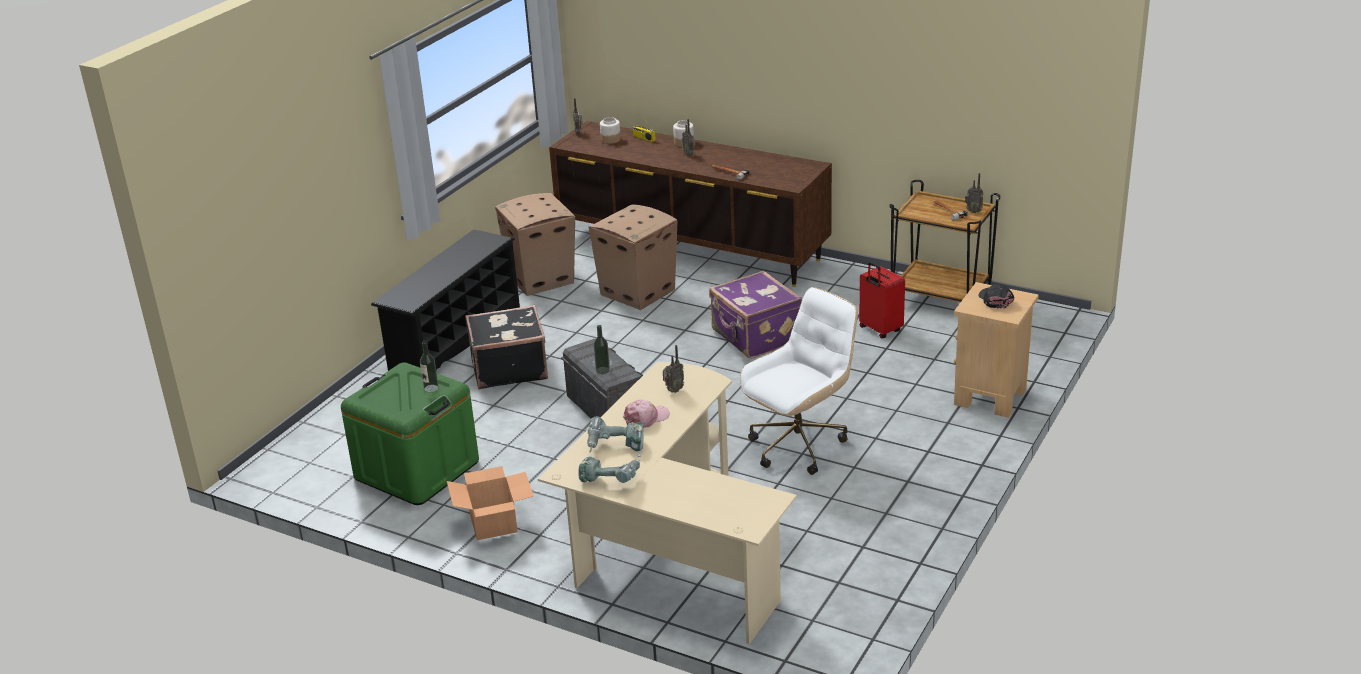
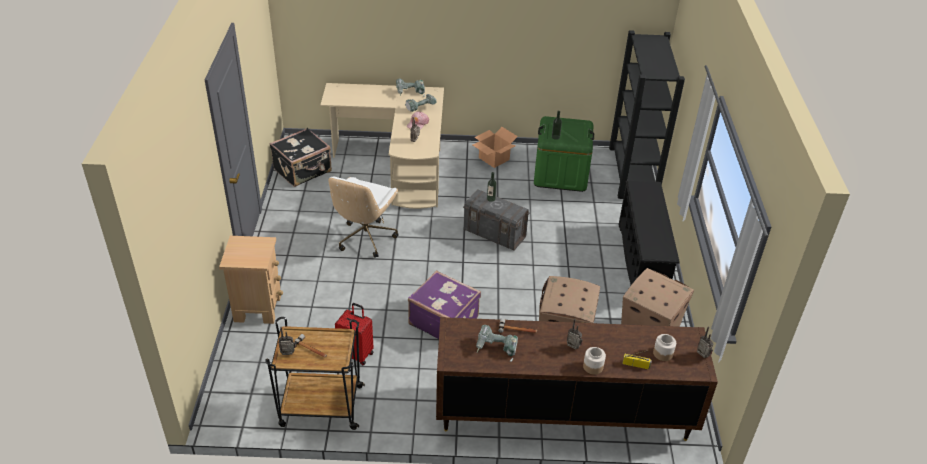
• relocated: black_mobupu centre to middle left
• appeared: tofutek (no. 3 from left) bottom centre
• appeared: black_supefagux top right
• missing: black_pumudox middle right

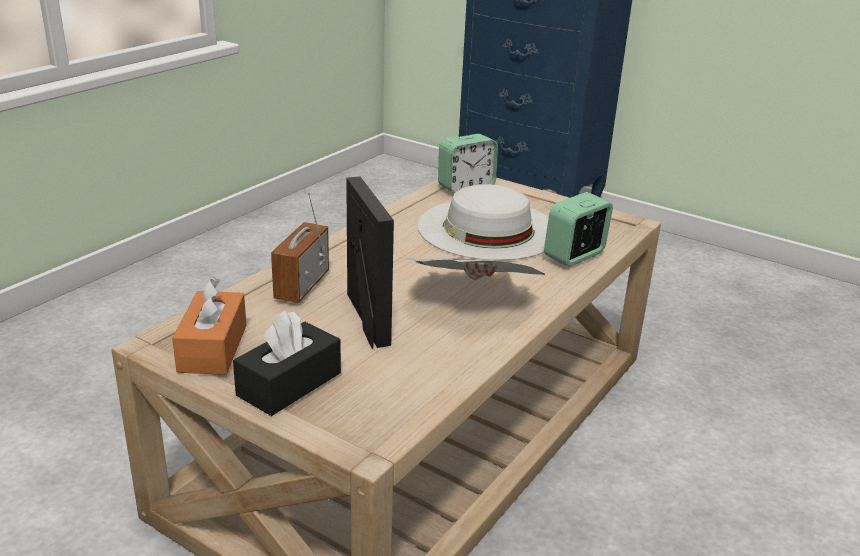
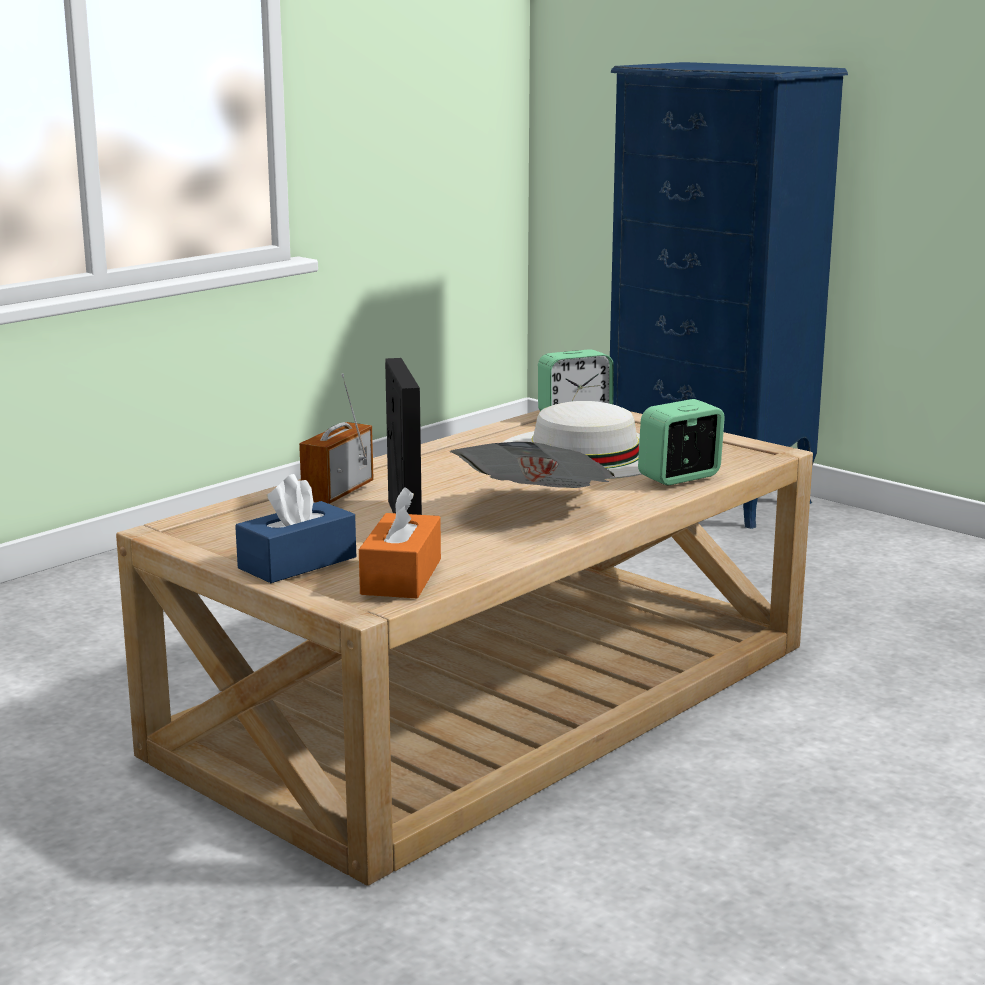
• colour: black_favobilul centre to blue_favobilul middle left
• relocated: orange_favobilul middle left to centre

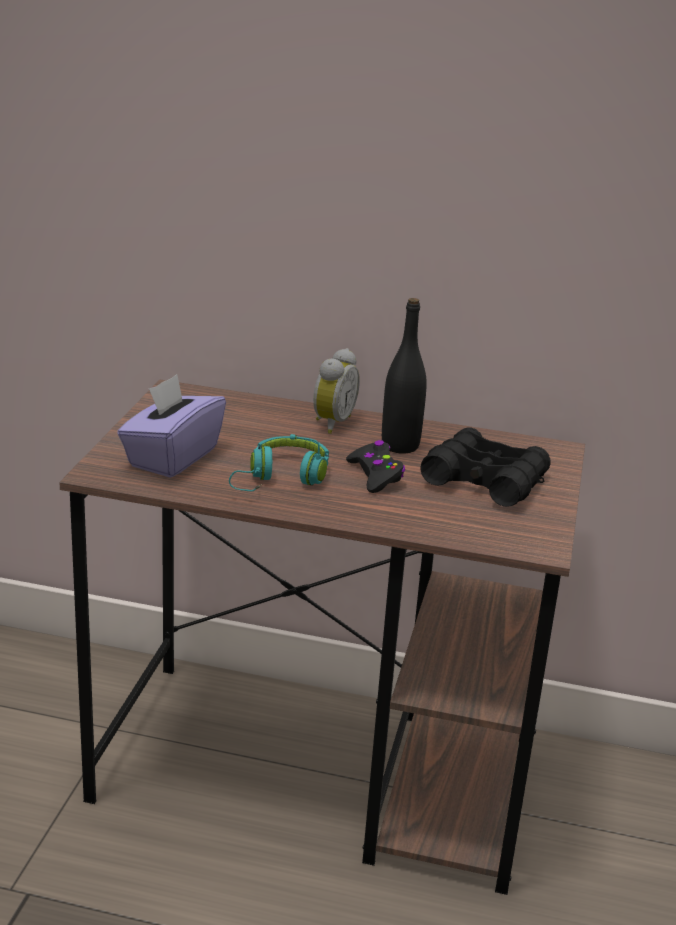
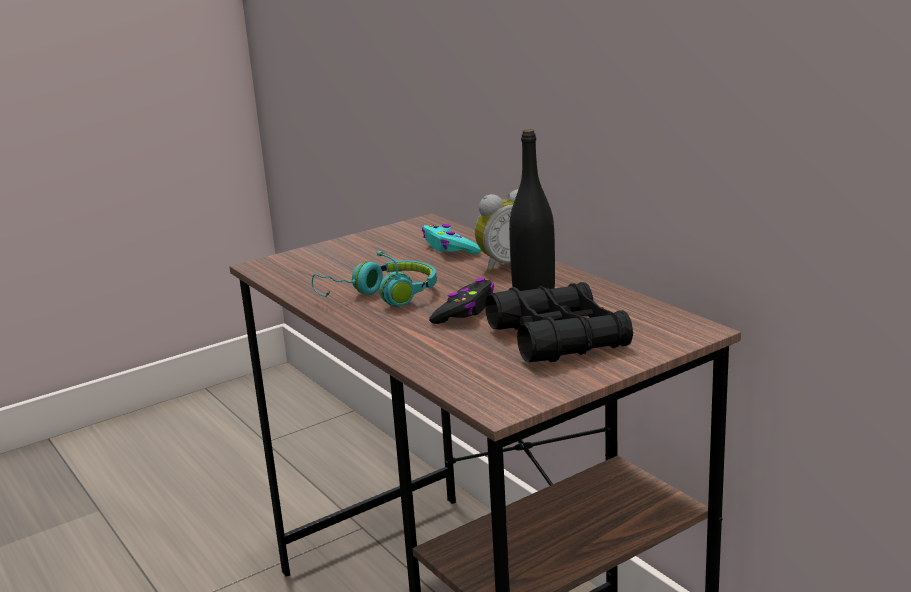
• appeared: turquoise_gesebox centre
• missing: purple_favobilul middle left

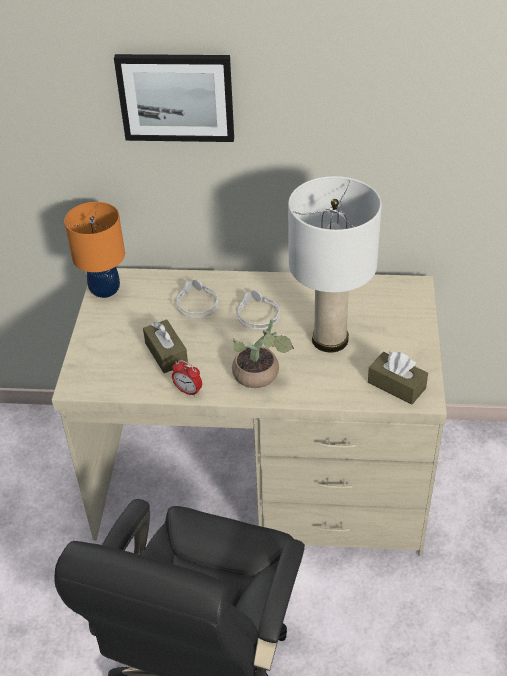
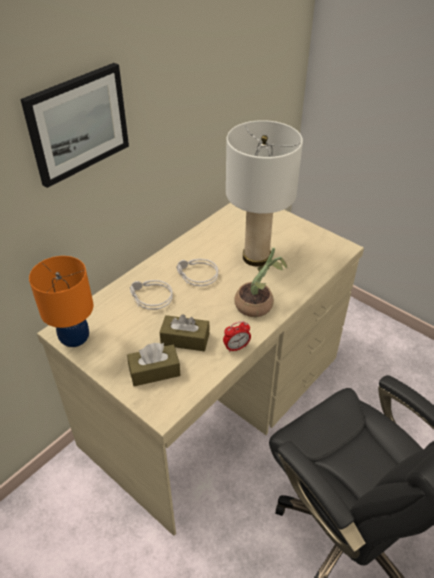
• relocated: brown_favobilul (no. 2 from left in the first image) middle right to brown_favobilul (no. 1 from left) centre

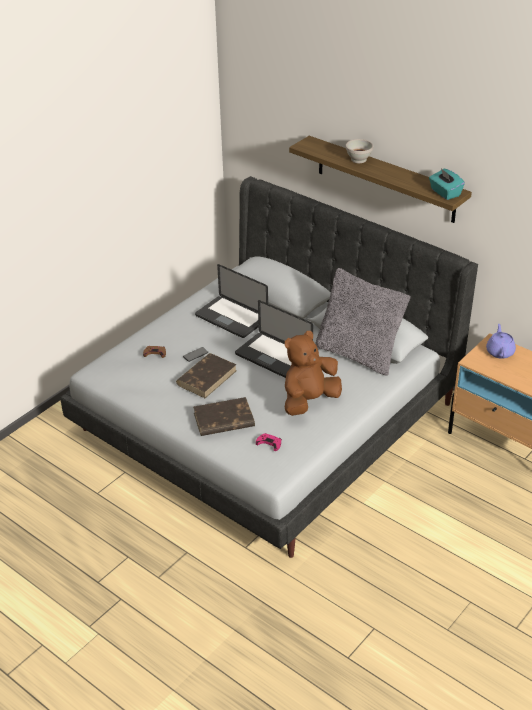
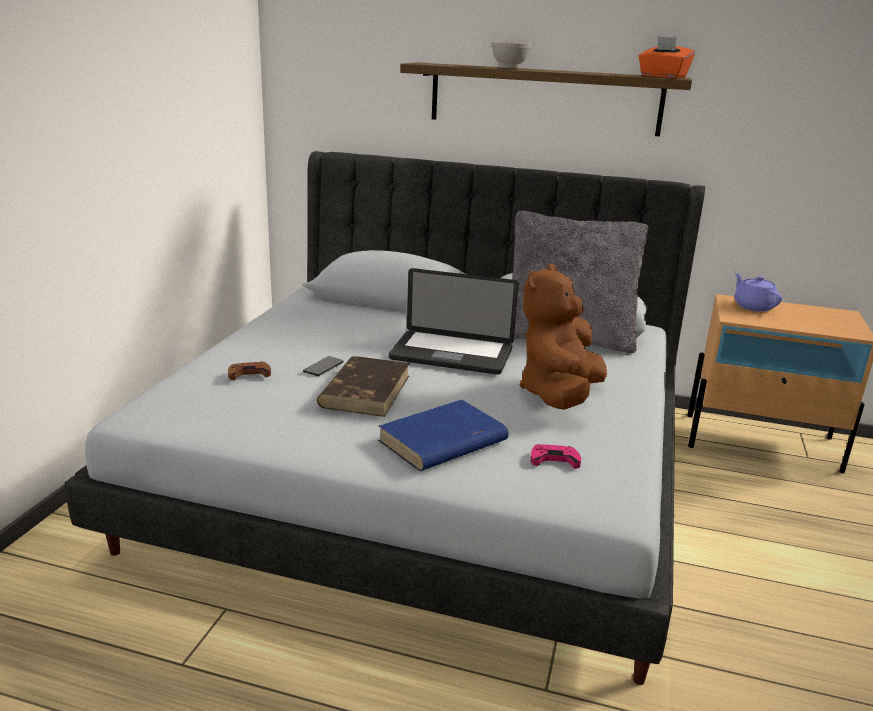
• colour: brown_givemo (no. 2 from left) centre to blue_givemo centre
• colour: turquoise_favobilul top right to orange_favobilul top right
• missing: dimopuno (no. 1 from left) centre

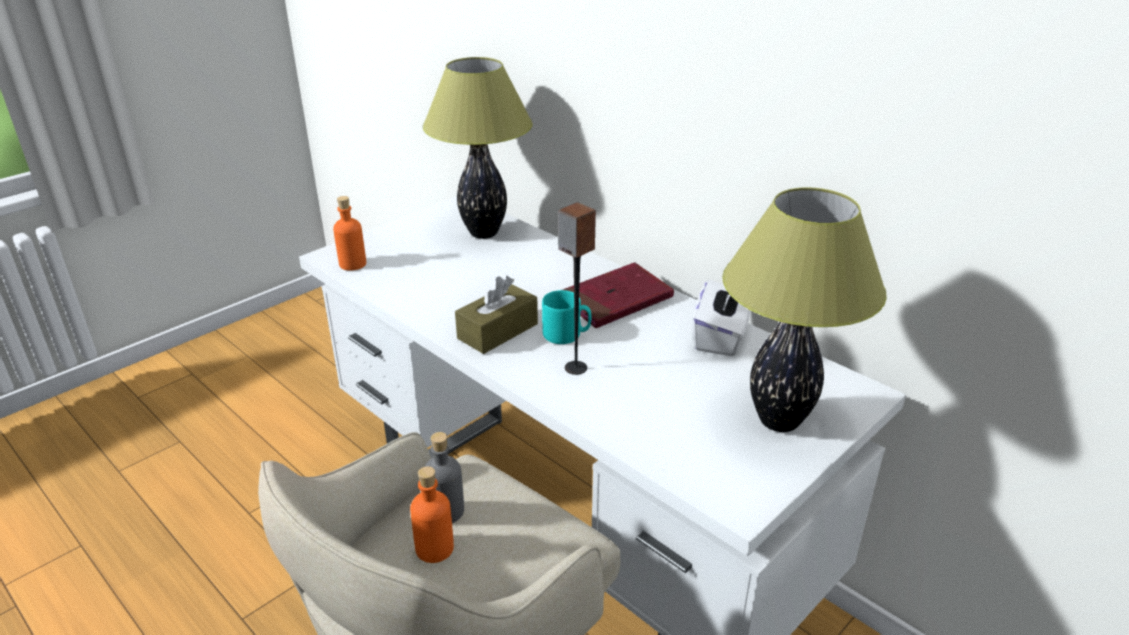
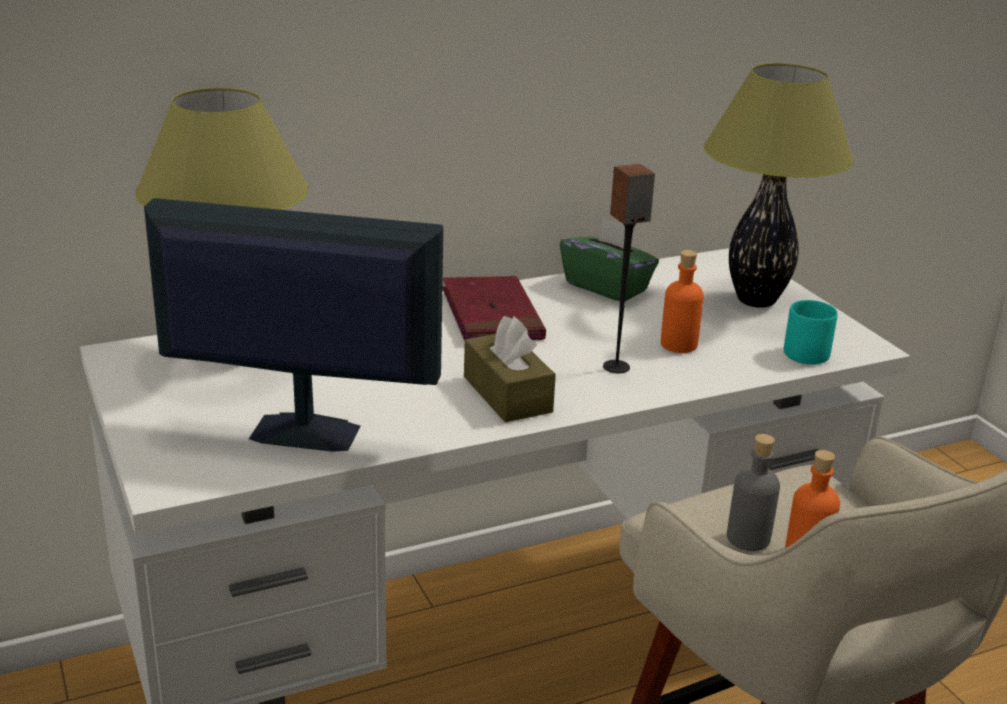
• appeared: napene middle left
• colour: white_favobilul centre to green_favobilul centre
• relocated: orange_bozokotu (no. 1 from left) middle left to middle right
• relocated: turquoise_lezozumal centre to middle right

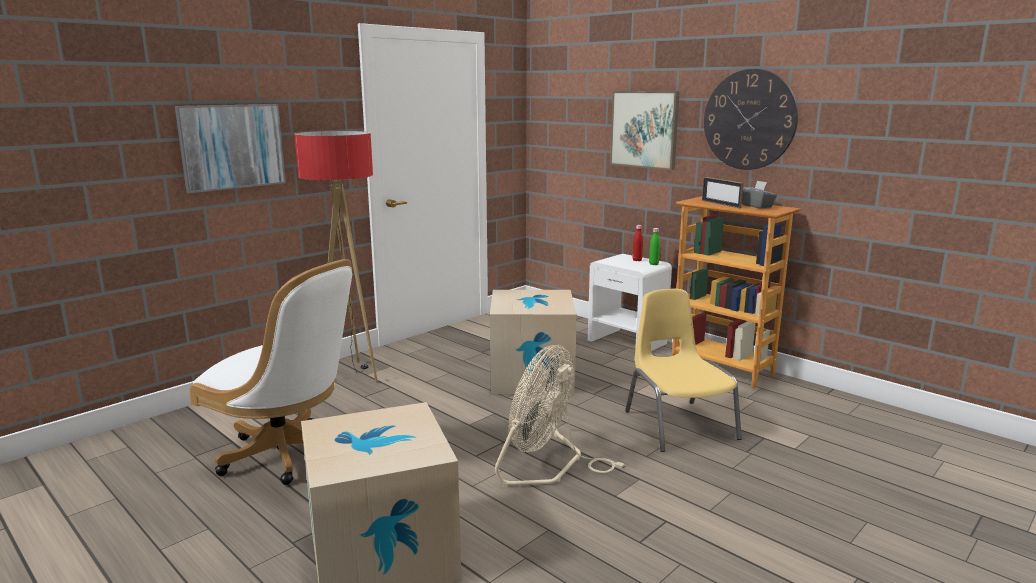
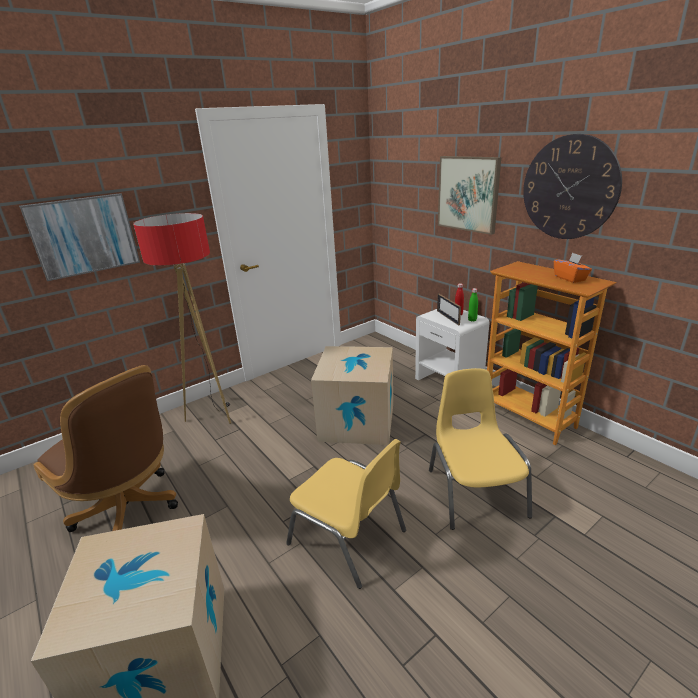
• colour: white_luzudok middle left to brown_luzudok middle left
• exchanged: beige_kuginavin bottom centre to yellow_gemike (no. 1 from left) bottom centre
• relocated: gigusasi top right to centre
• colour: grey_favobilul top right to orange_favobilul middle right

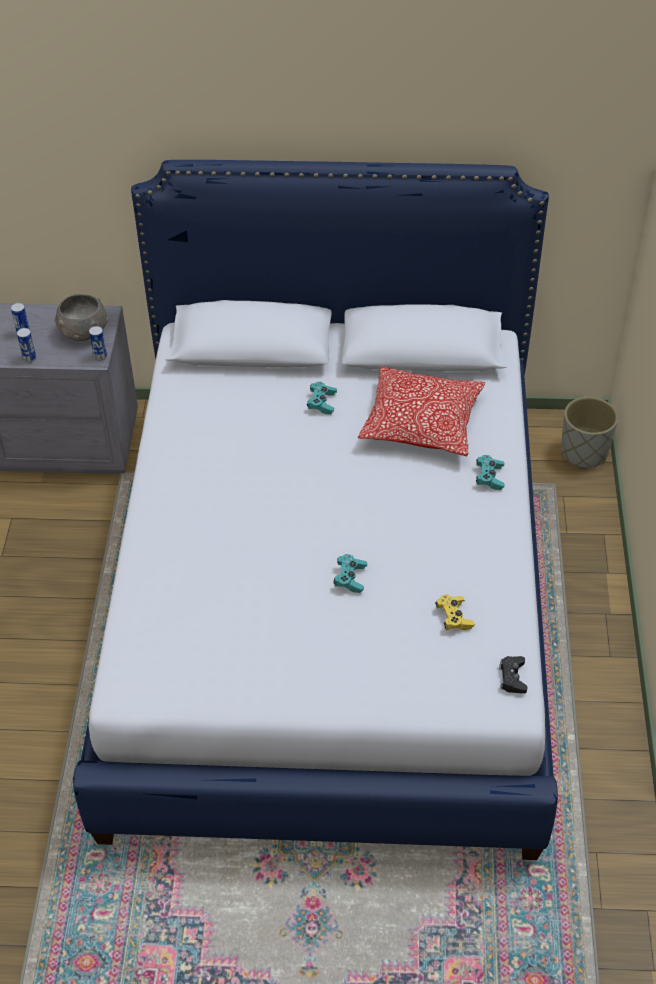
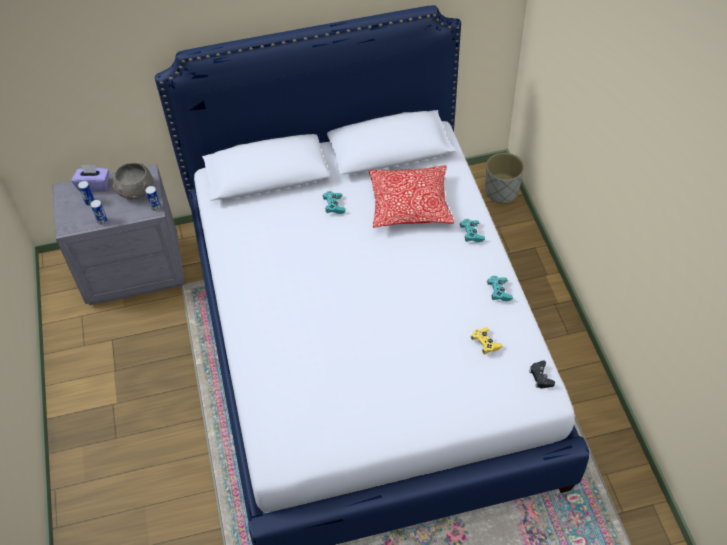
• appeared: purple_favobilul top left
• relocated: turquoise_gesebox (no. 2 from left in the first image) centre to turquoise_gesebox (no. 3 from left) middle right

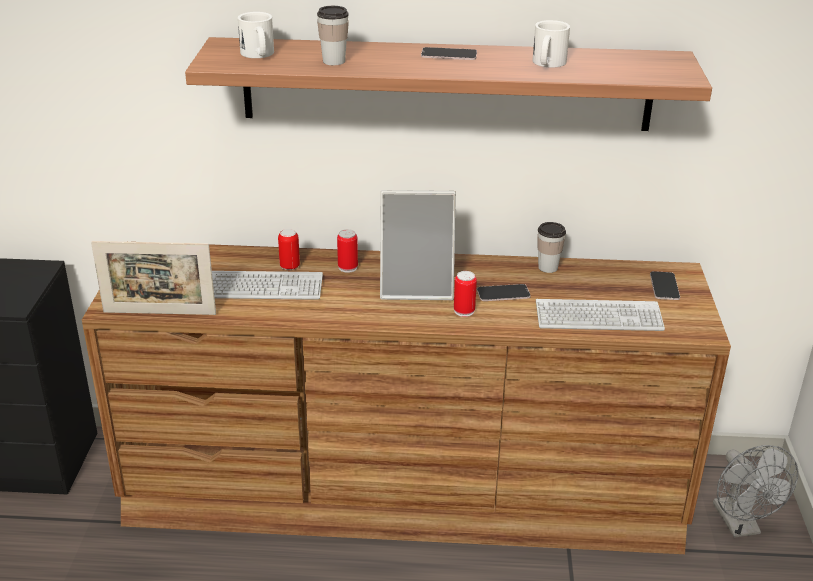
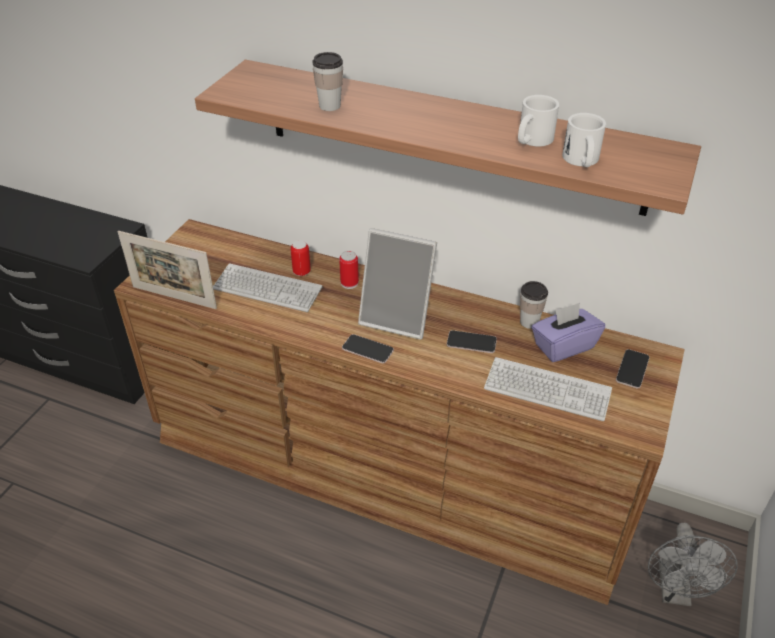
• relocated: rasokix (no. 1 from left) top centre to centre
• appeared: purple_favobilul middle right
• relocated: white_lezozumal (no. 1 from left in the first image) top left to white_lezozumal (no. 2 from left) top right
• missing: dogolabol (no. 3 from left) centre

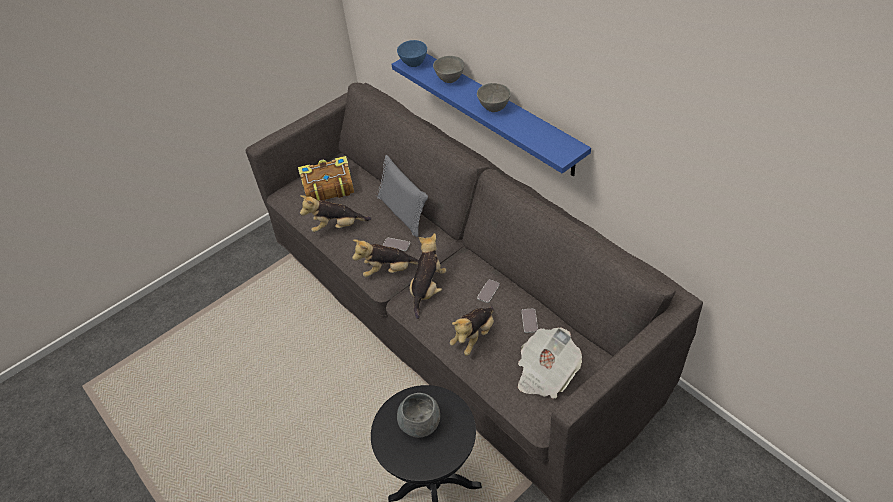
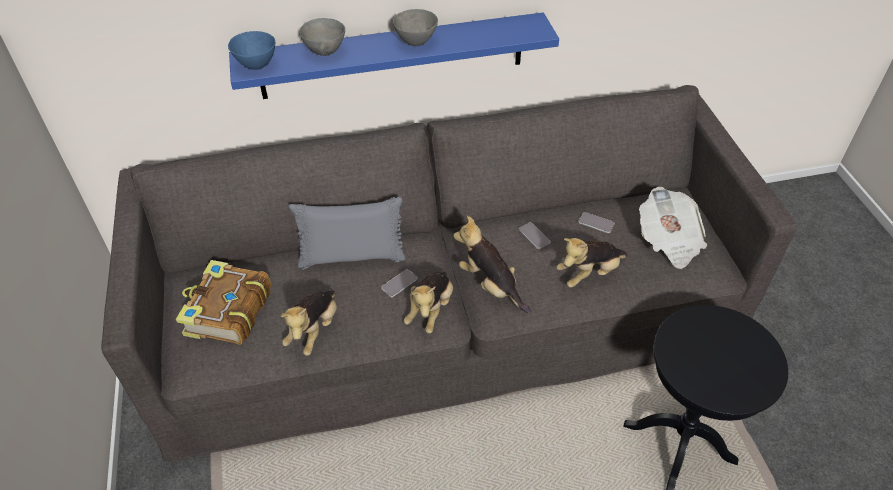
• spun: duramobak (no. 4 from left) centre = centre 90 degrees clockwise
• missing: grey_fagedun (no. 1 from left) bottom centre

